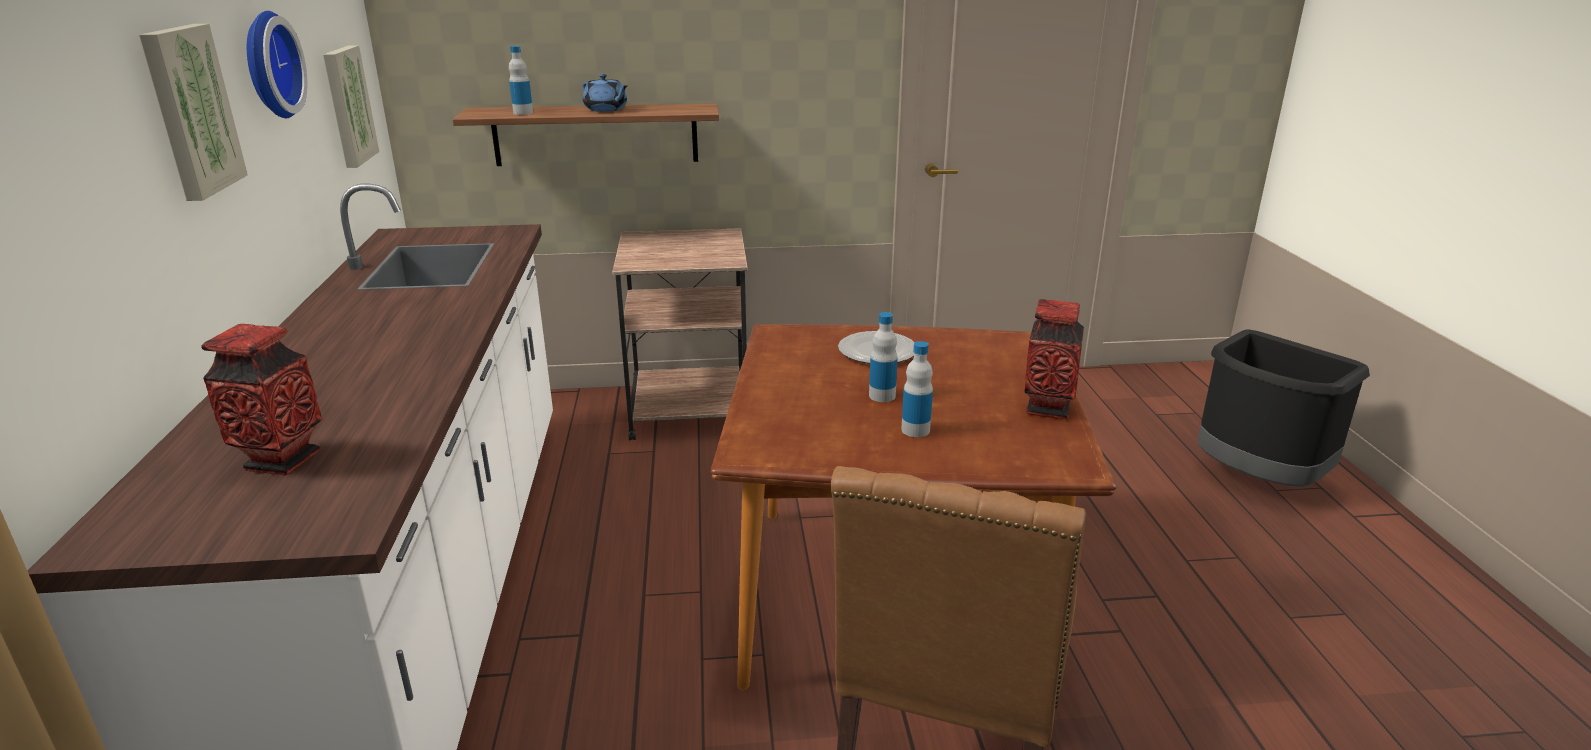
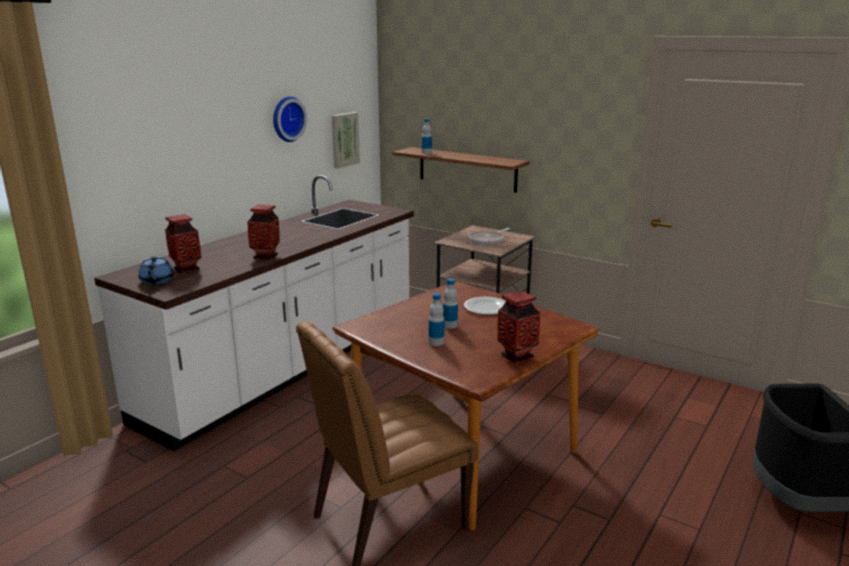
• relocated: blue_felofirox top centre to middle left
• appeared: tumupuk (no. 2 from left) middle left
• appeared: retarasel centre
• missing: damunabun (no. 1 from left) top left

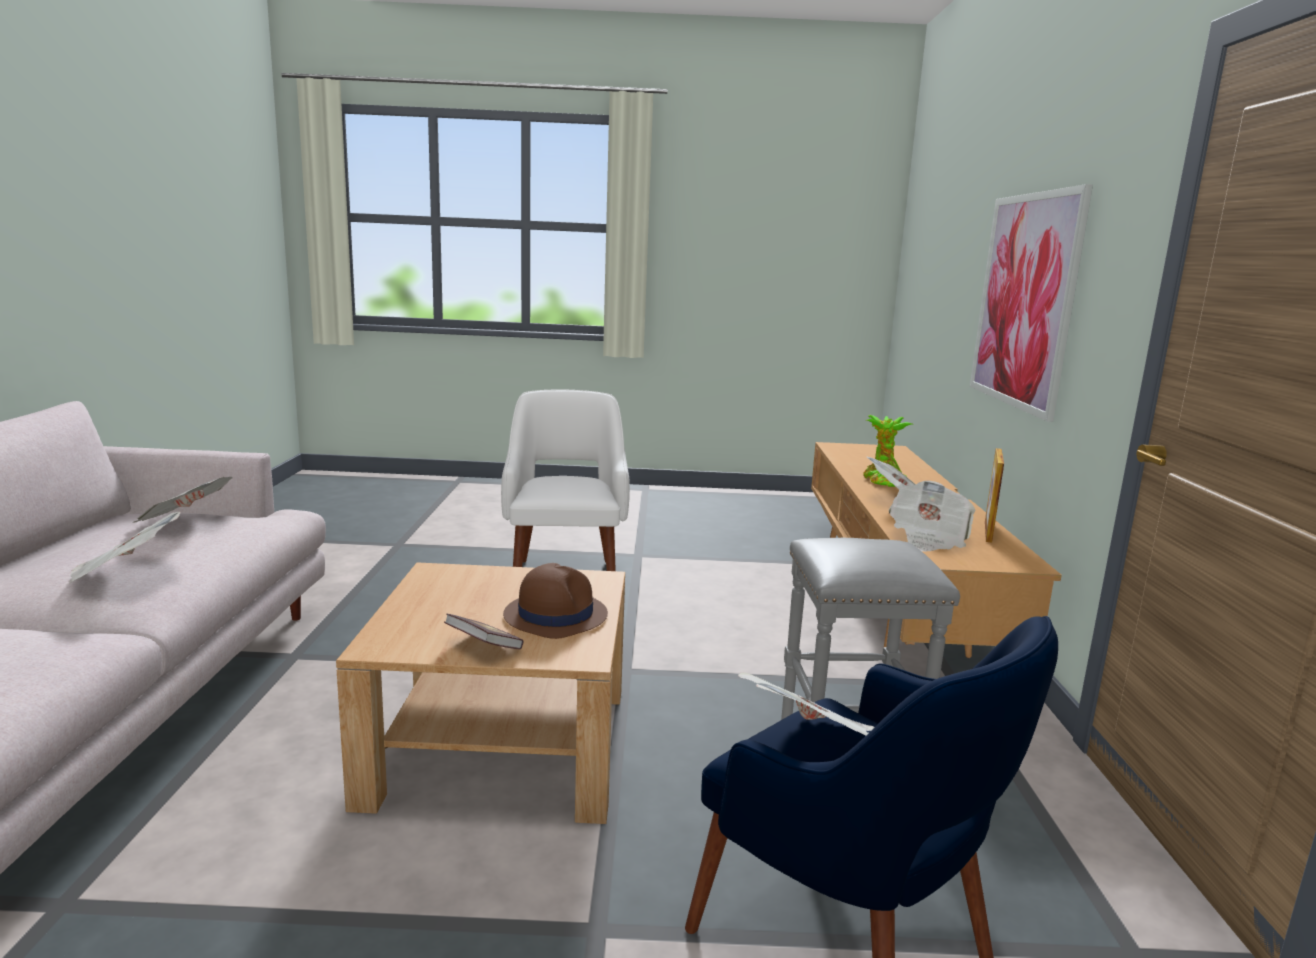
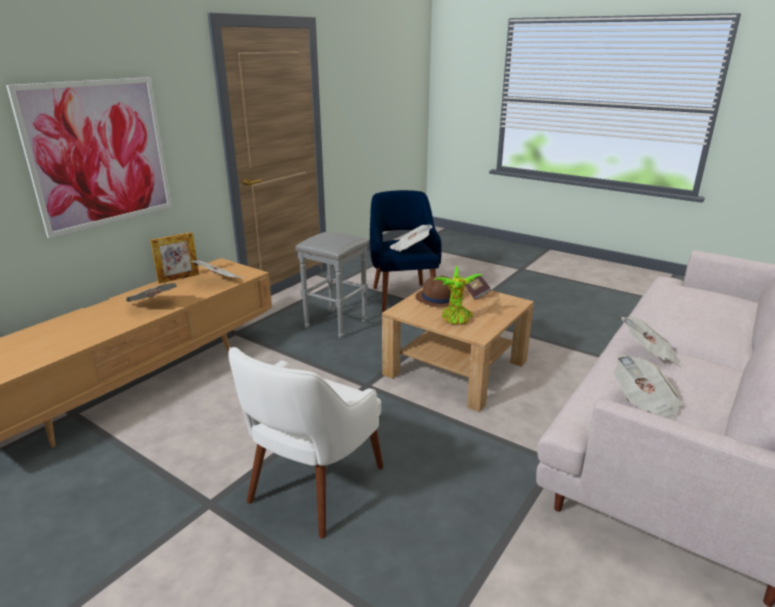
• relocated: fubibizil middle right to centre

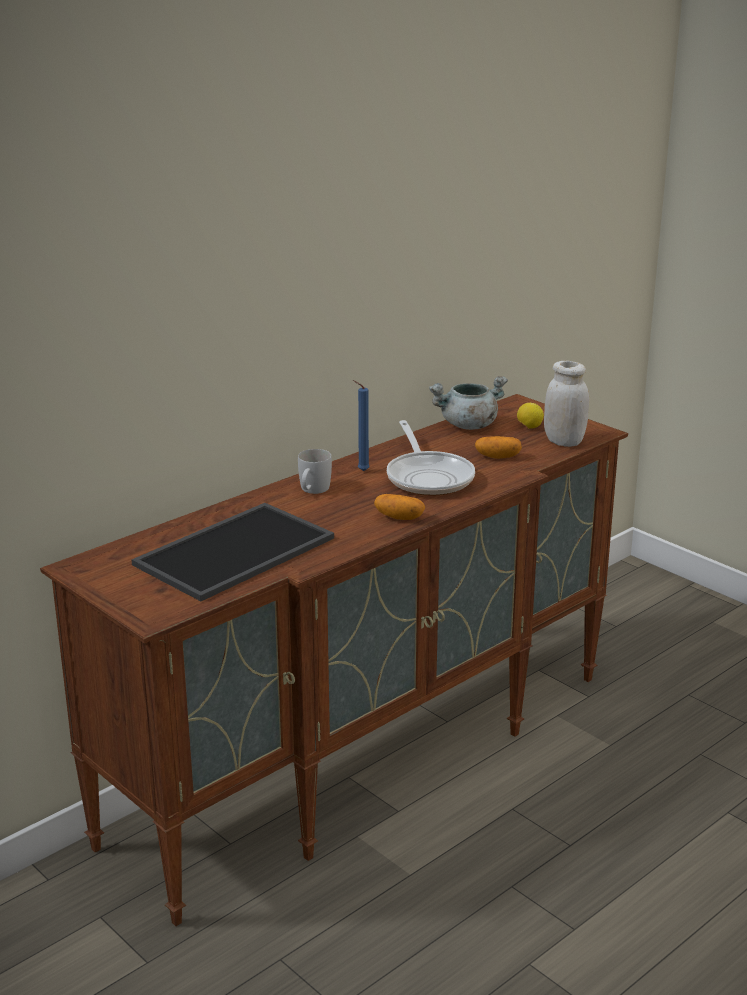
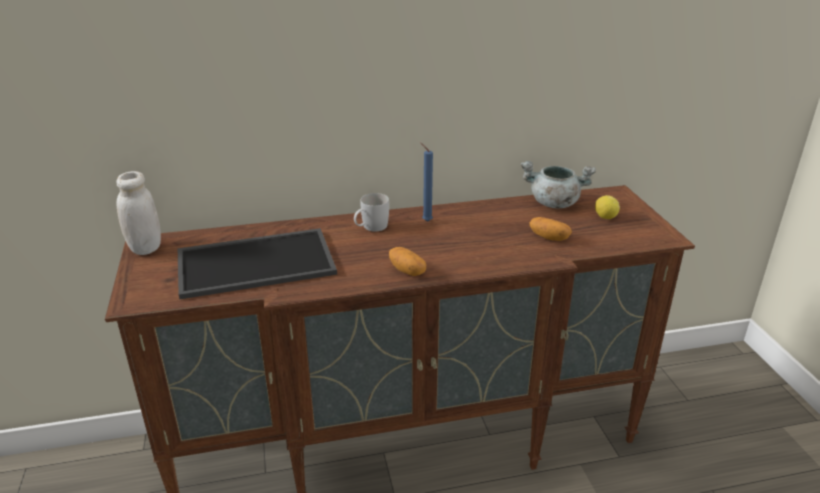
• relocated: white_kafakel middle right to middle left
• missing: retarasel centre

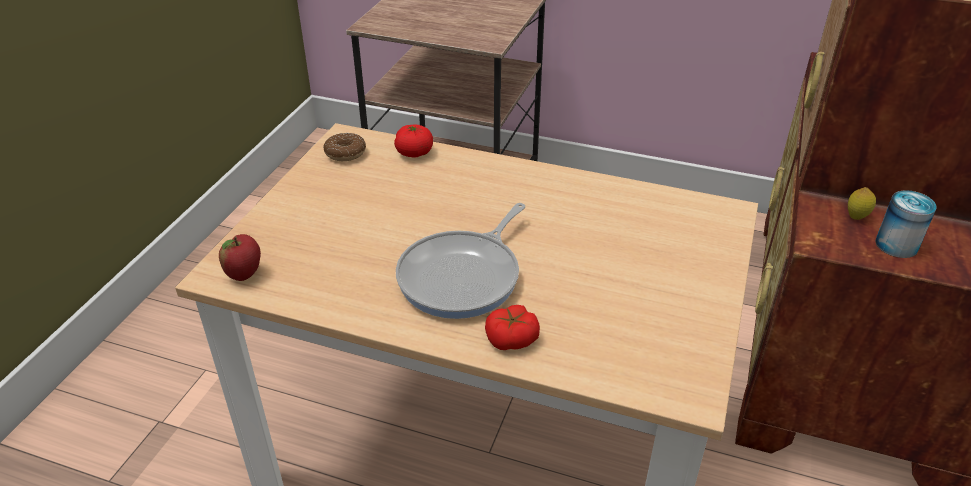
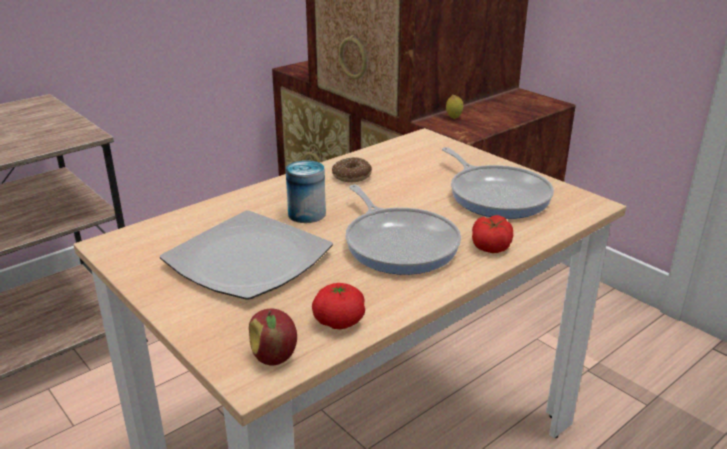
• appeared: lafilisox centre
• relocated: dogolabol middle right to centre
• relocated: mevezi (no. 1 from left) top centre to bottom centre
• relocated: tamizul top centre to centre
• appeared: retarasel (no. 2 from left) middle right

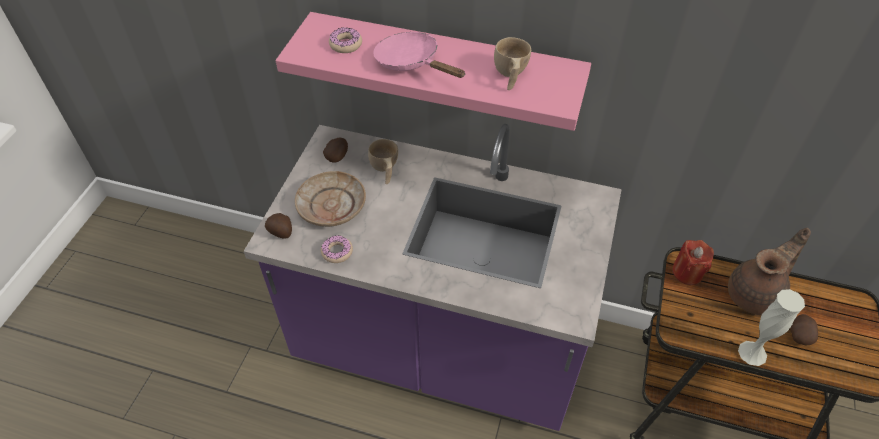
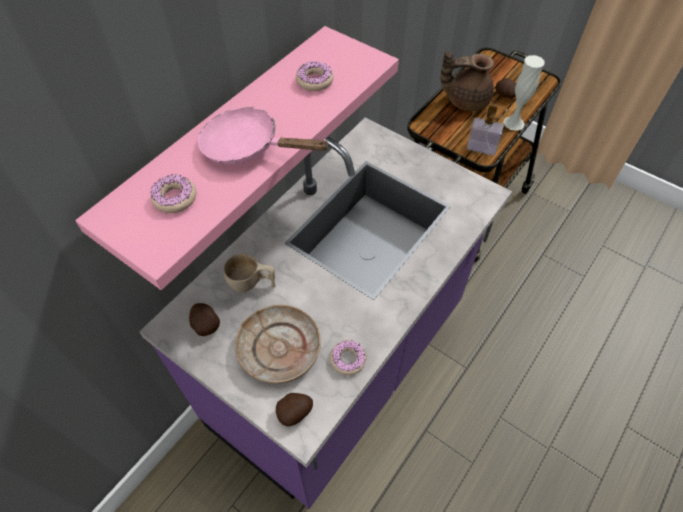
• spun: pink_retarasel top centre = top centre 45 degrees clockwise
• exchanged: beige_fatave (no. 2 from left) top centre to tamizul (no. 2 from left) top centre
• spun: brown_felofirox middle right = top right 75 degrees counterclockwise
• appeared: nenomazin top right
• missing: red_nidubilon middle right

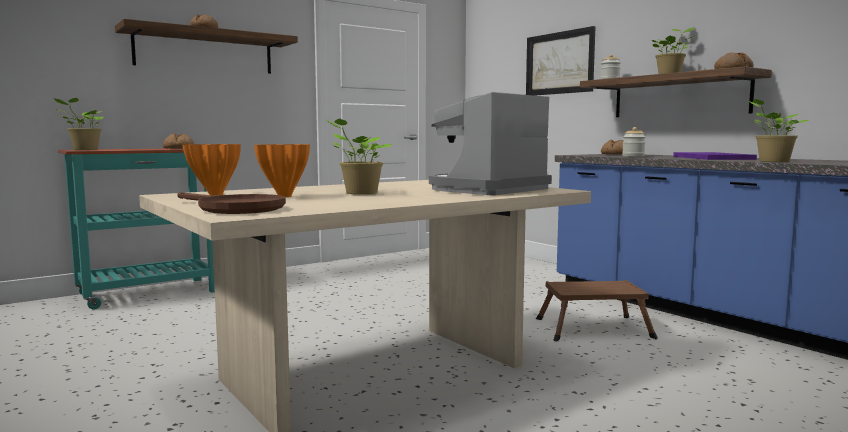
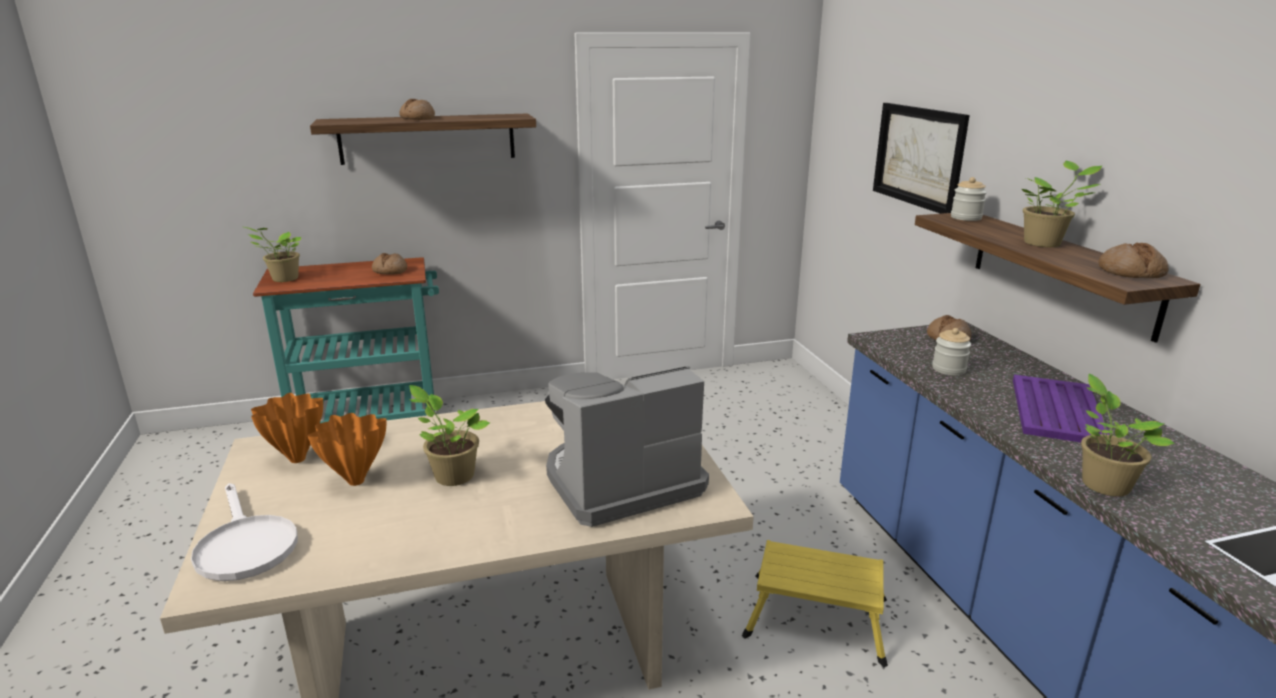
• colour: brown_retarasel middle left to white_retarasel bottom left
• colour: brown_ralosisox bottom right to yellow_ralosisox bottom centre

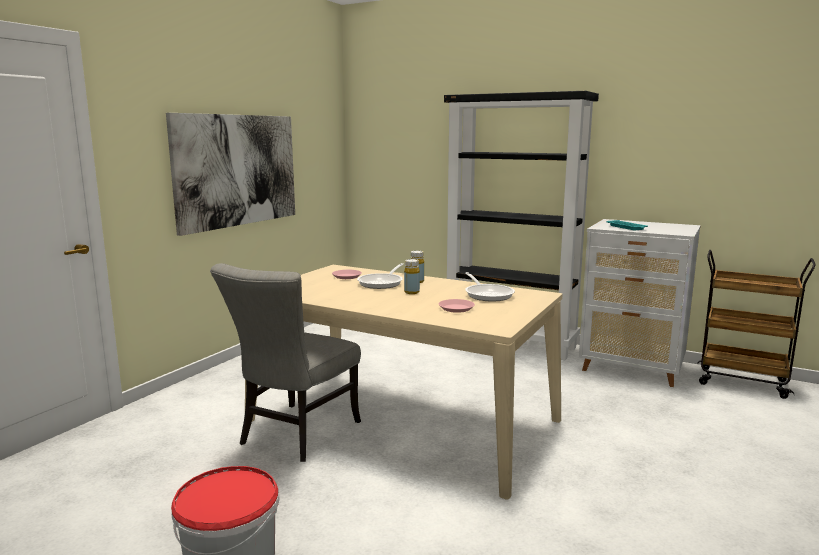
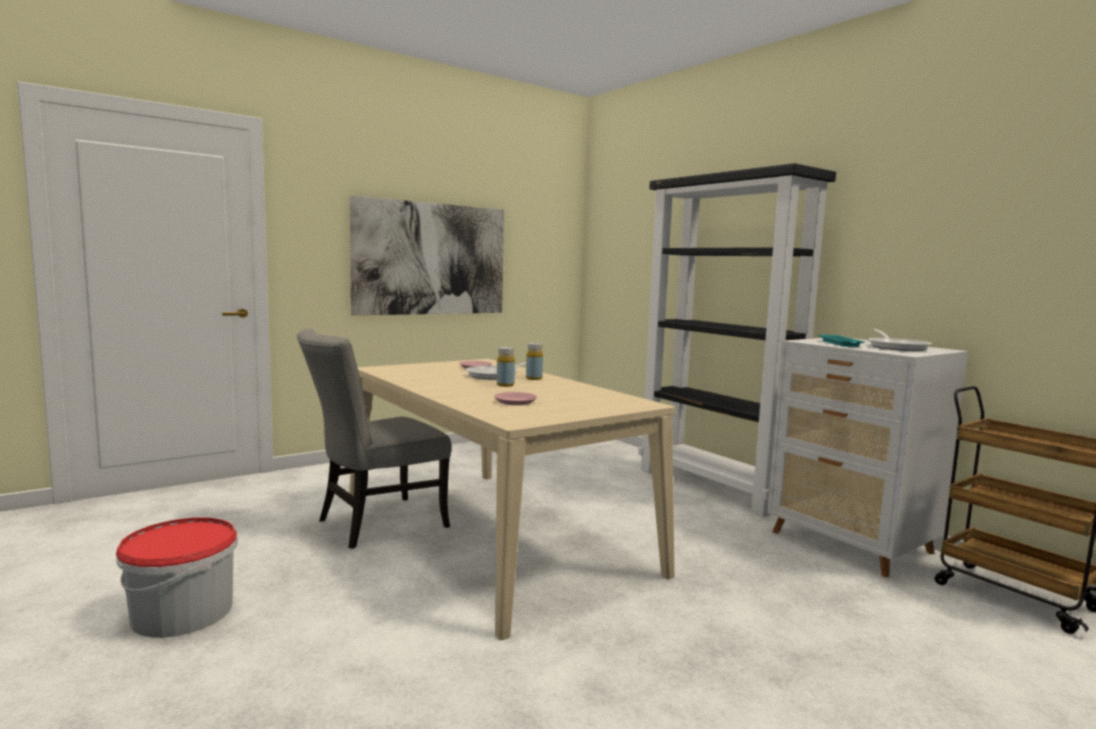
• relocated: retarasel (no. 2 from left) centre to middle right

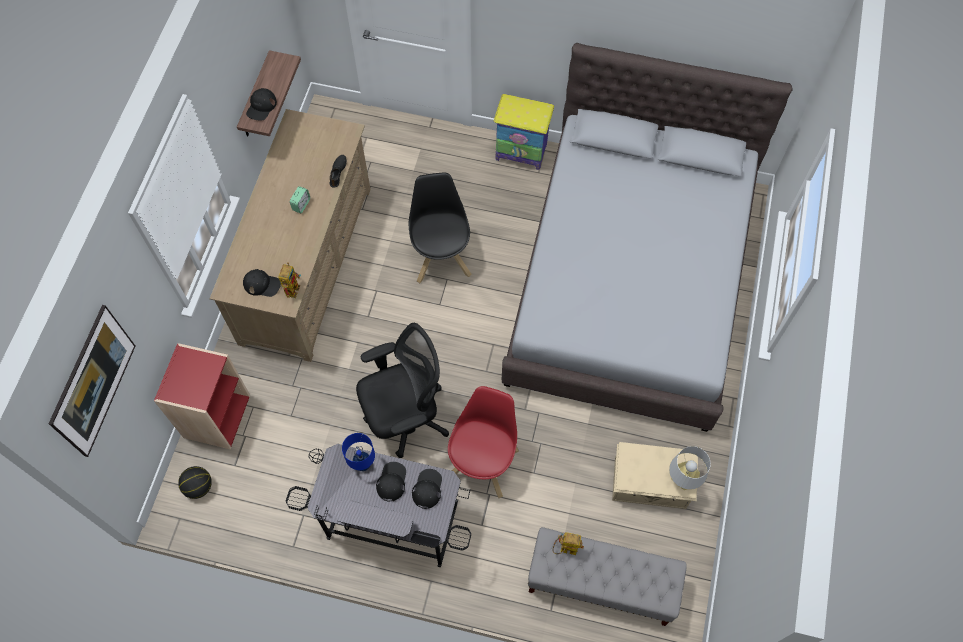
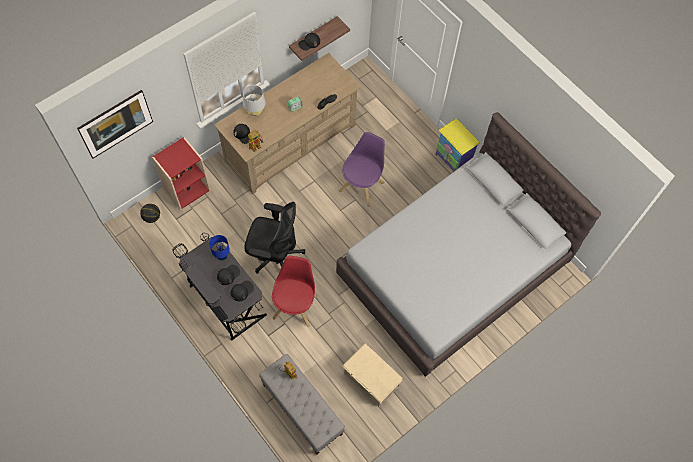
• relocated: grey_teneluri bottom right to top centre
• spun: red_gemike bottom centre = centre 45 degrees counterclockwise
• colour: black_gemike centre to purple_gemike centre

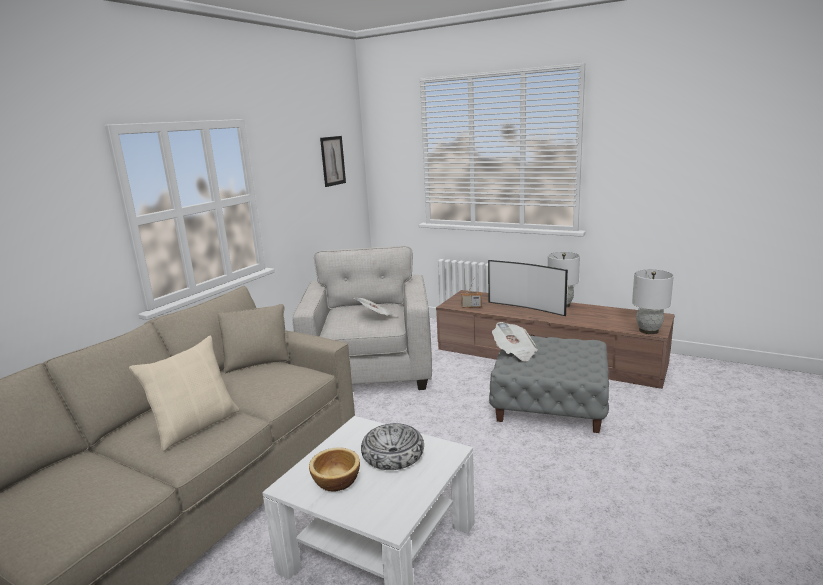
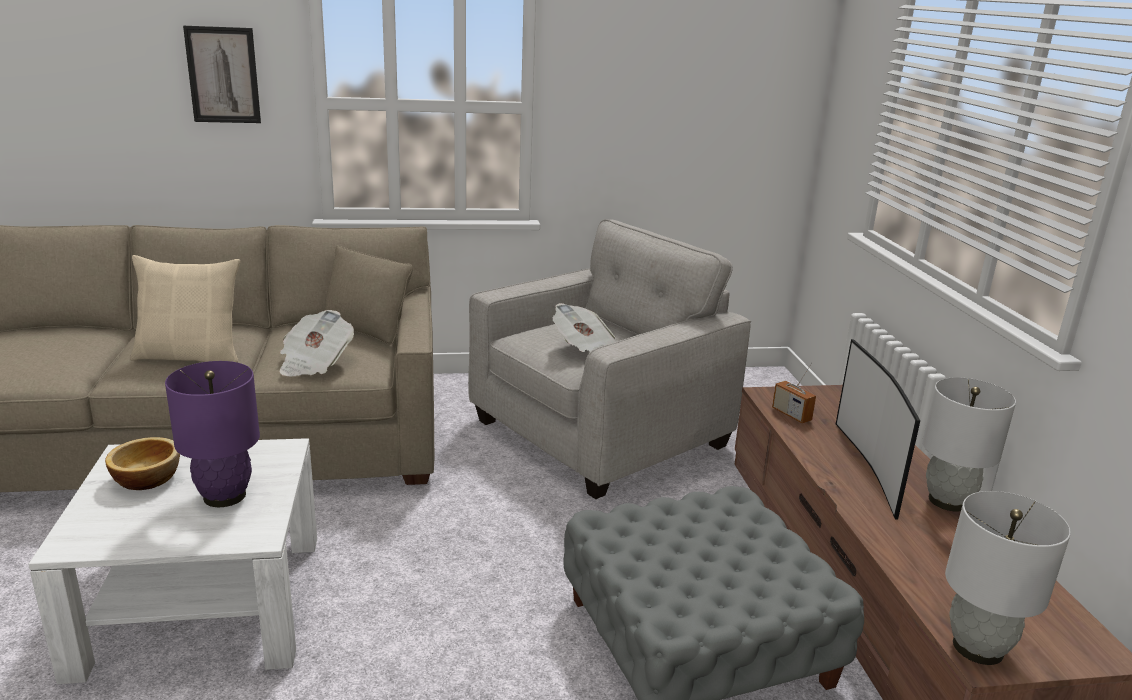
• exchanged: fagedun (no. 2 from left) bottom centre to purple_teneluri middle left
• relocated: damunabun top centre to top left
• relocated: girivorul (no. 2 from left in the first image) centre to girivorul (no. 1 from left) middle left

